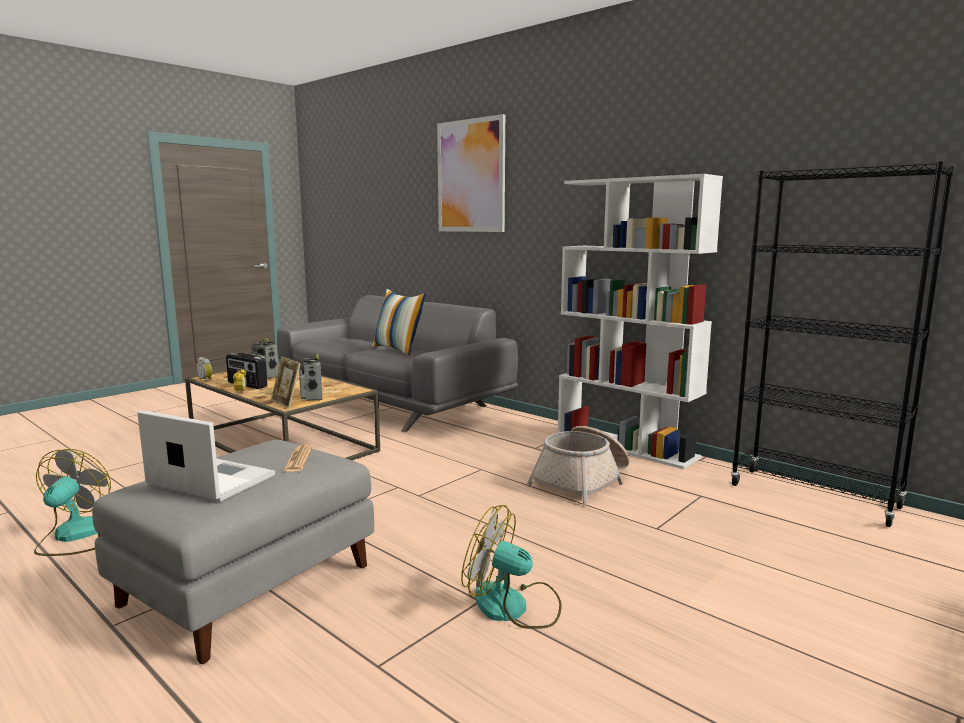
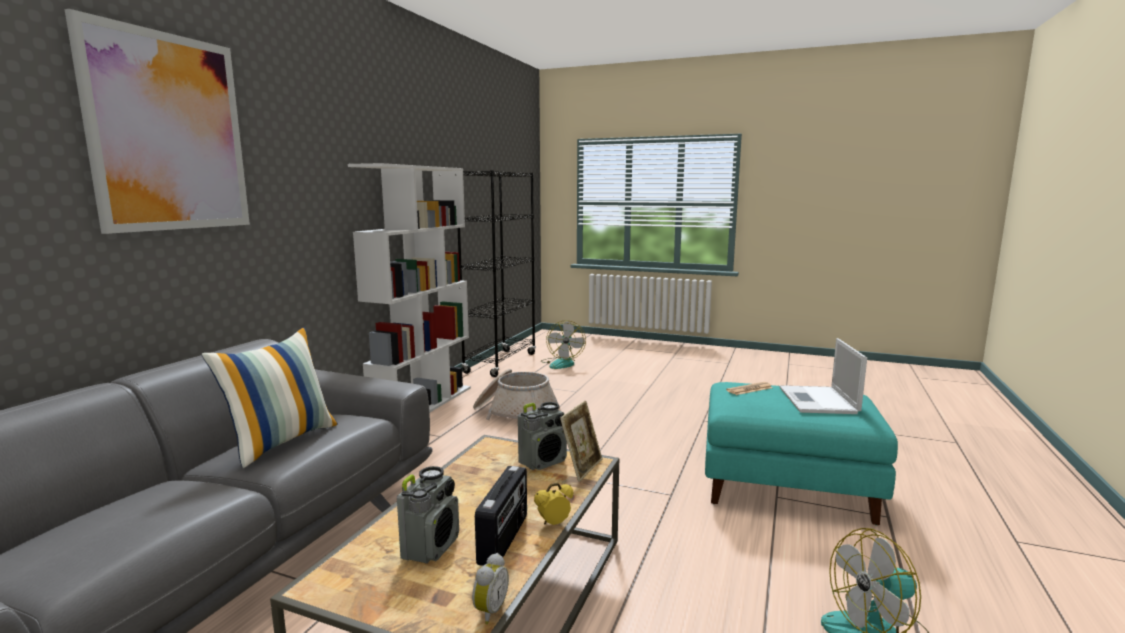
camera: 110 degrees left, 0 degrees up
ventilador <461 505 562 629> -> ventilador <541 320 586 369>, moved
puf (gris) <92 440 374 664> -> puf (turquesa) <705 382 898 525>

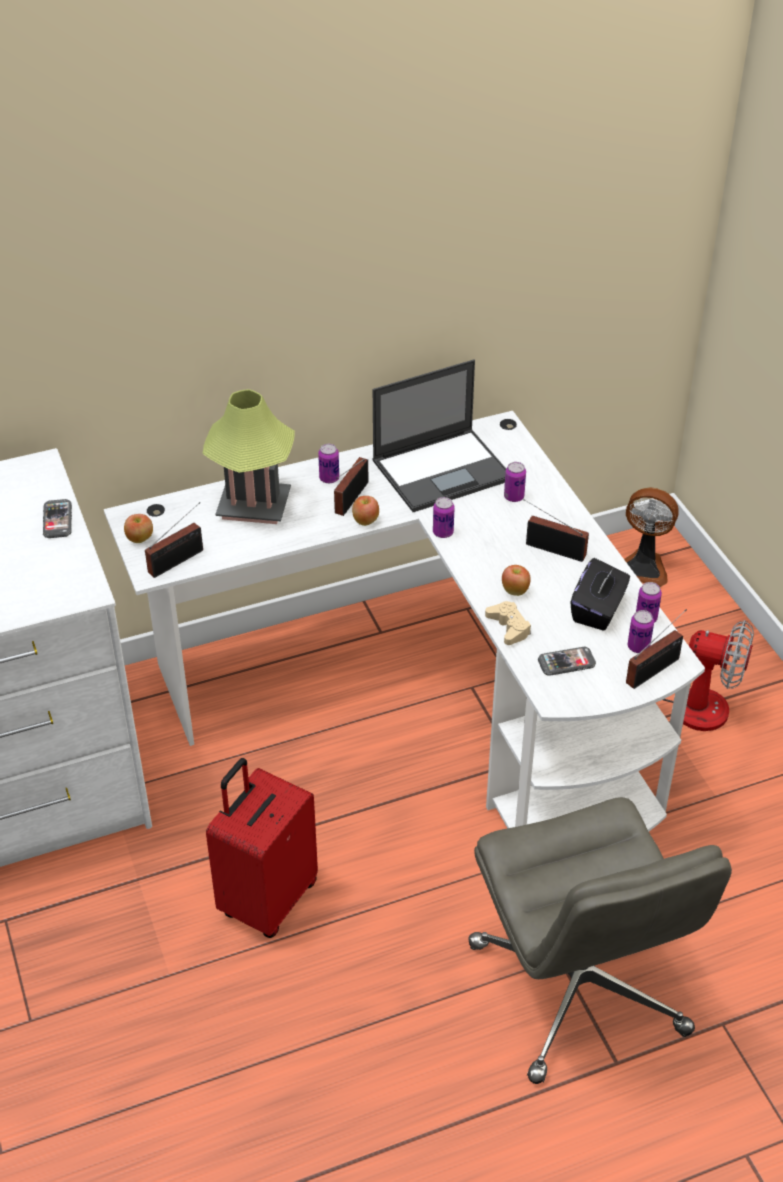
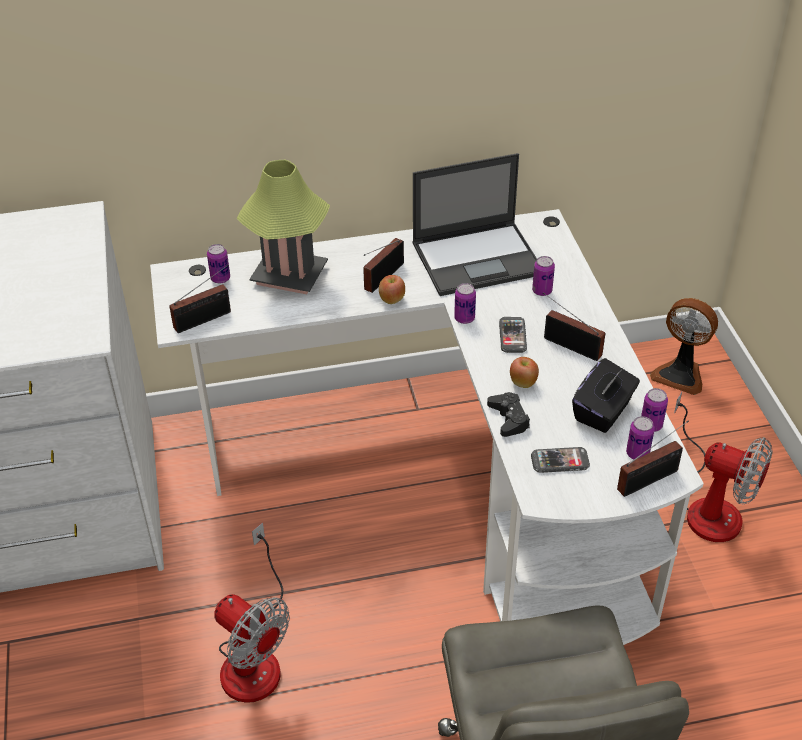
camera: 10 degrees right, 0 degrees up
manzana <124 514 153 543> -> none
móvil <43 499 72 538> -> móvil <499 317 527 353>, moved
lata <318 444 339 483> -> lata <207 244 230 283>, moved
maleta (rojo) <206 758 318 938> -> ventilador <214 522 290 703>
mando de consola (beis) <485 601 531 645> -> mando de consola (negro) <487 392 530 437>

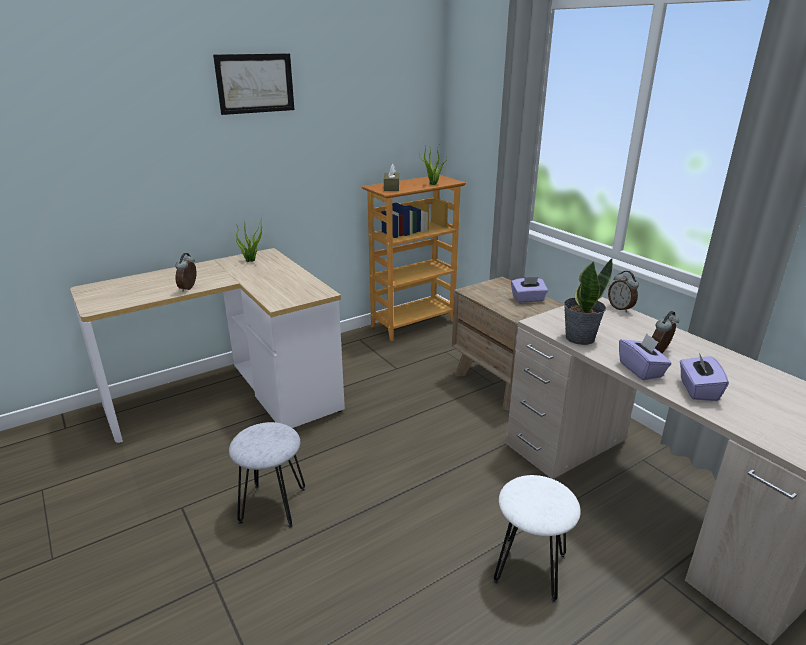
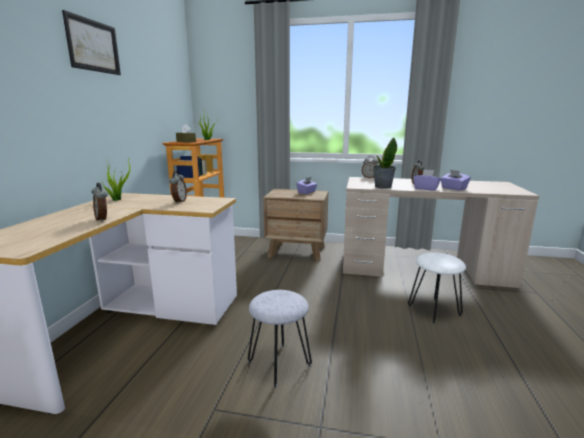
camera: 45 degrees left, 10 degrees down
none -> despertador <169 171 187 204>

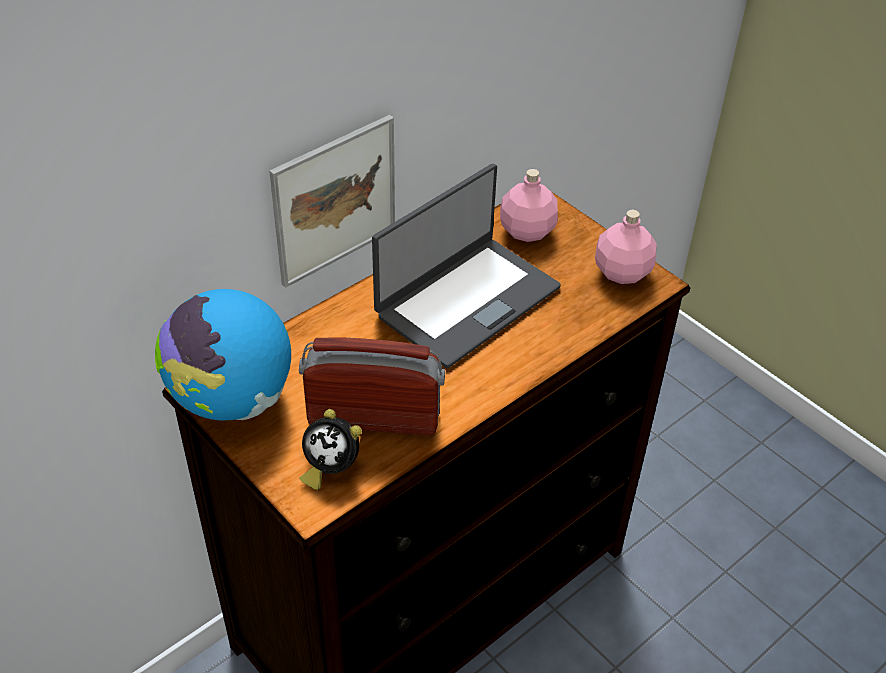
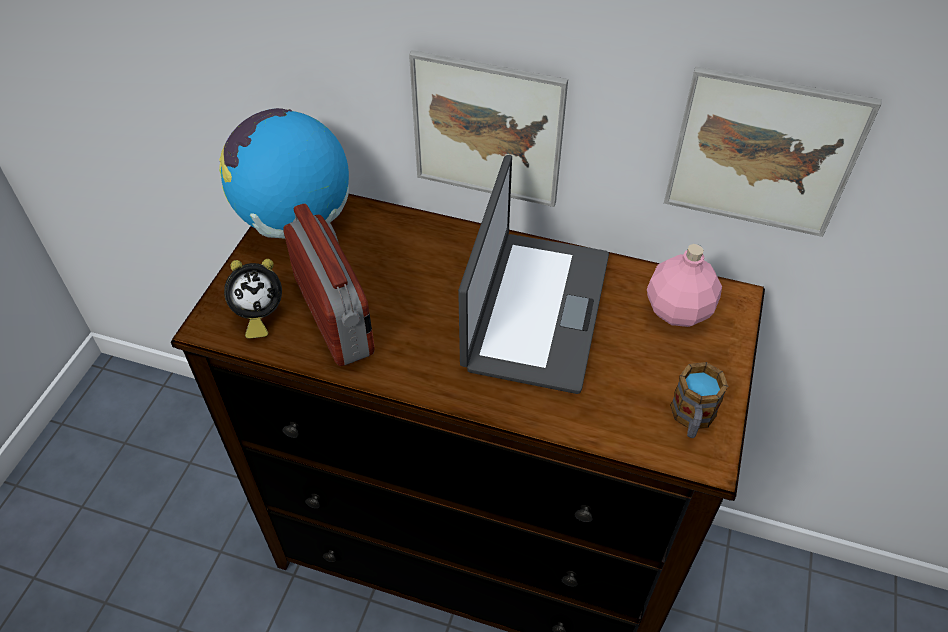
camera: 60 degrees right, 5 degrees up
none -> cuadro <664 67 881 237>
botella (rosa) <595 210 657 284> -> taza grande <670 362 728 438>
despertador <299 409 362 490> -> despertador <224 259 282 339>, 105 degrees counterclockwise
portátil <372 164 561 368> -> portátil <458 155 609 394>, 90 degrees counterclockwise

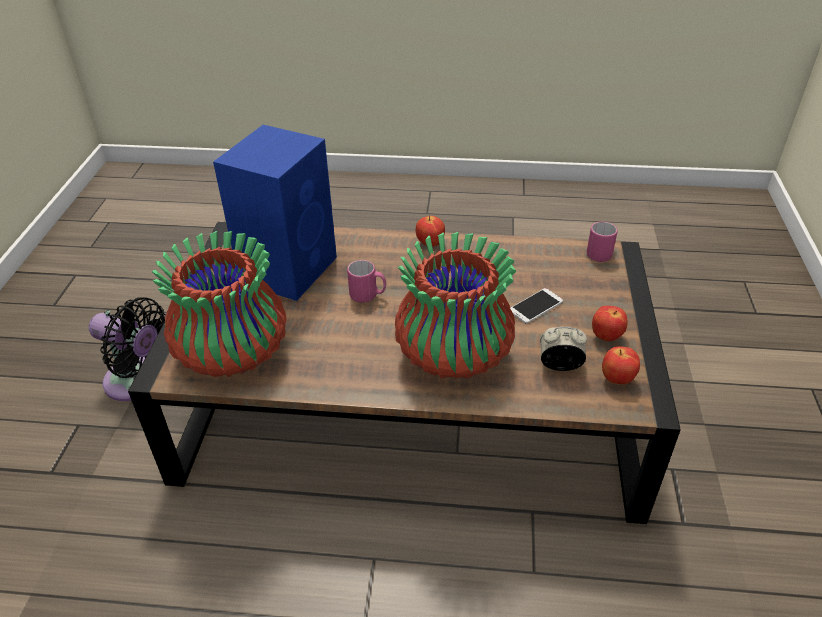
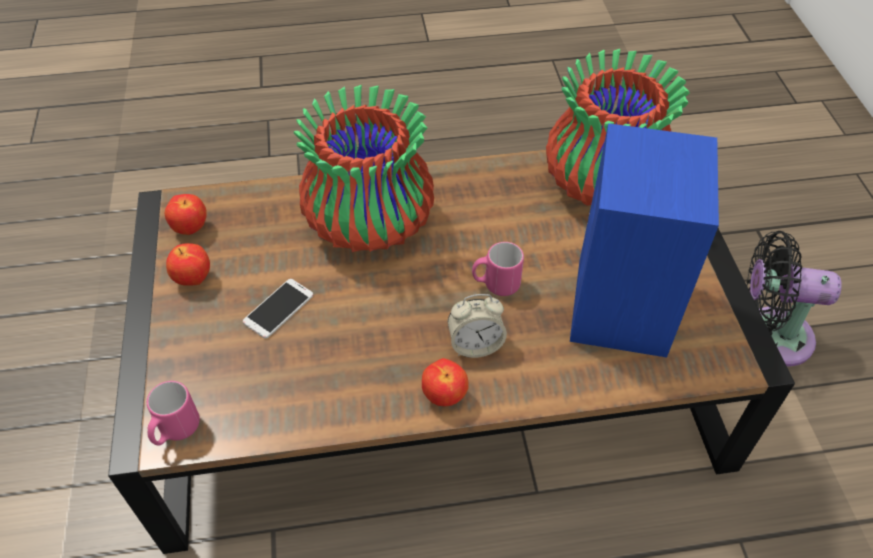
camera: 165 degrees right, 10 degrees up
despertador <540 327 587 371> -> despertador <448 294 507 358>, moved

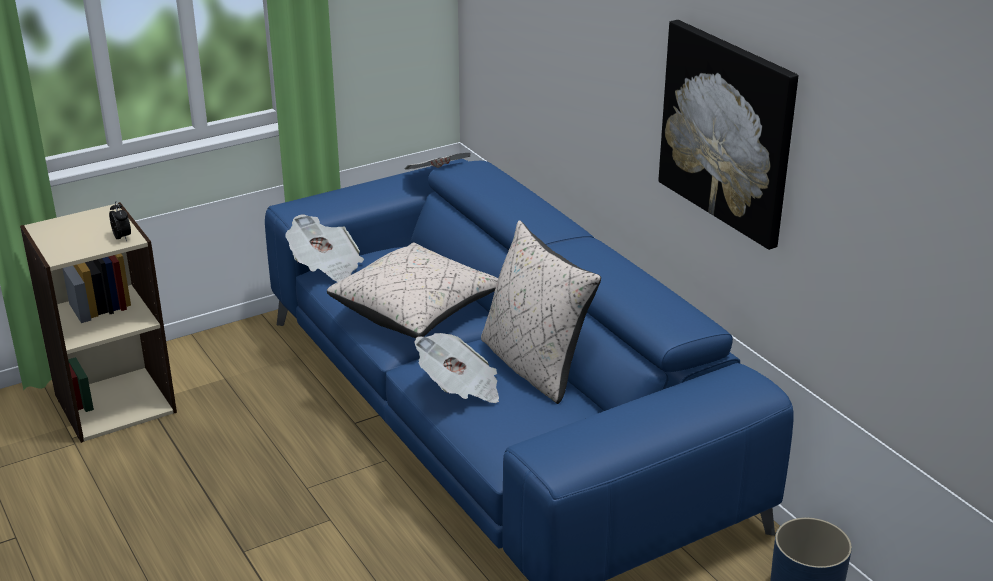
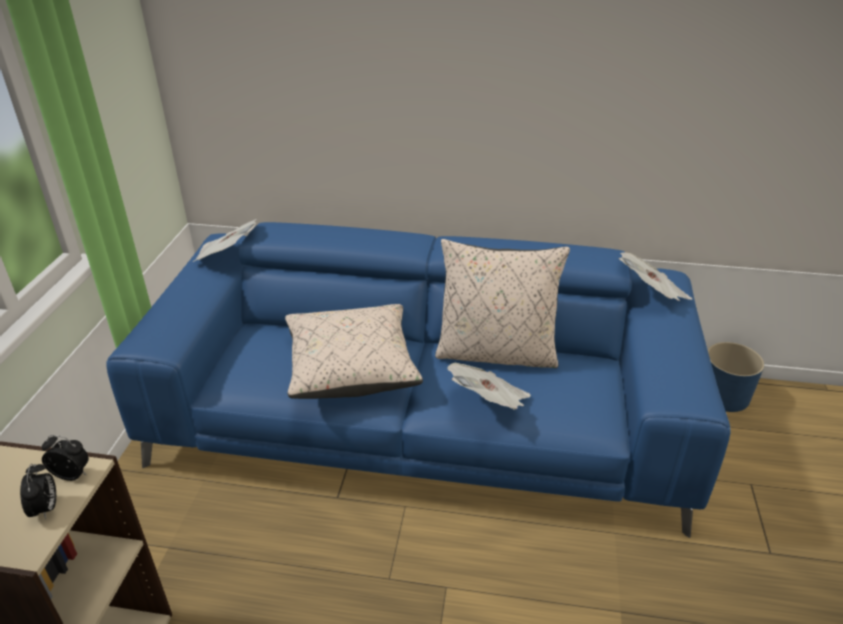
camera: 50 degrees left, 5 degrees up
cuadro <659 20 798 250> -> none
none -> despertador <20 464 56 520>
periódico <285 214 364 282> -> periódico <619 252 692 301>, moved

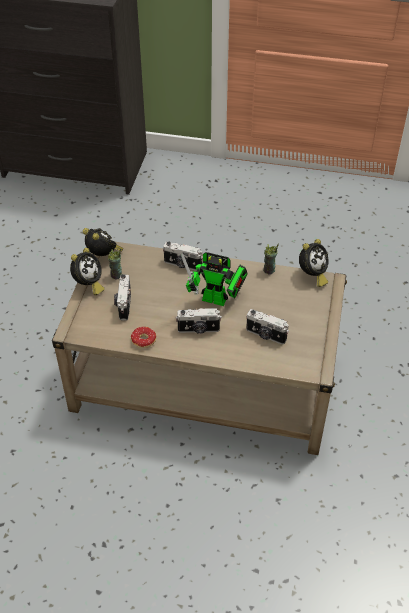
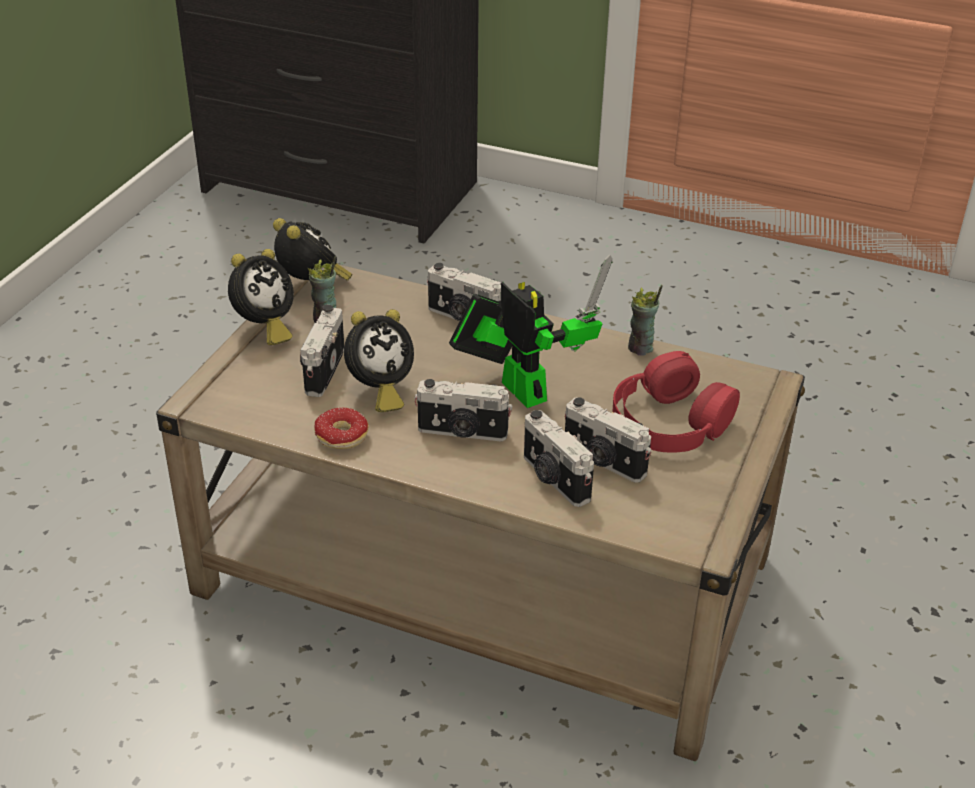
camera: 10 degrees right, 10 degrees down
none -> cámara <524 410 594 507>
none -> auriculares (rojo) <612 351 740 453>
despertador <299 239 328 287> -> despertador <344 309 414 412>, moved
robot de juguete <181 252 248 306> -> robot de juguete <449 254 613 408>, 150 degrees counterclockwise

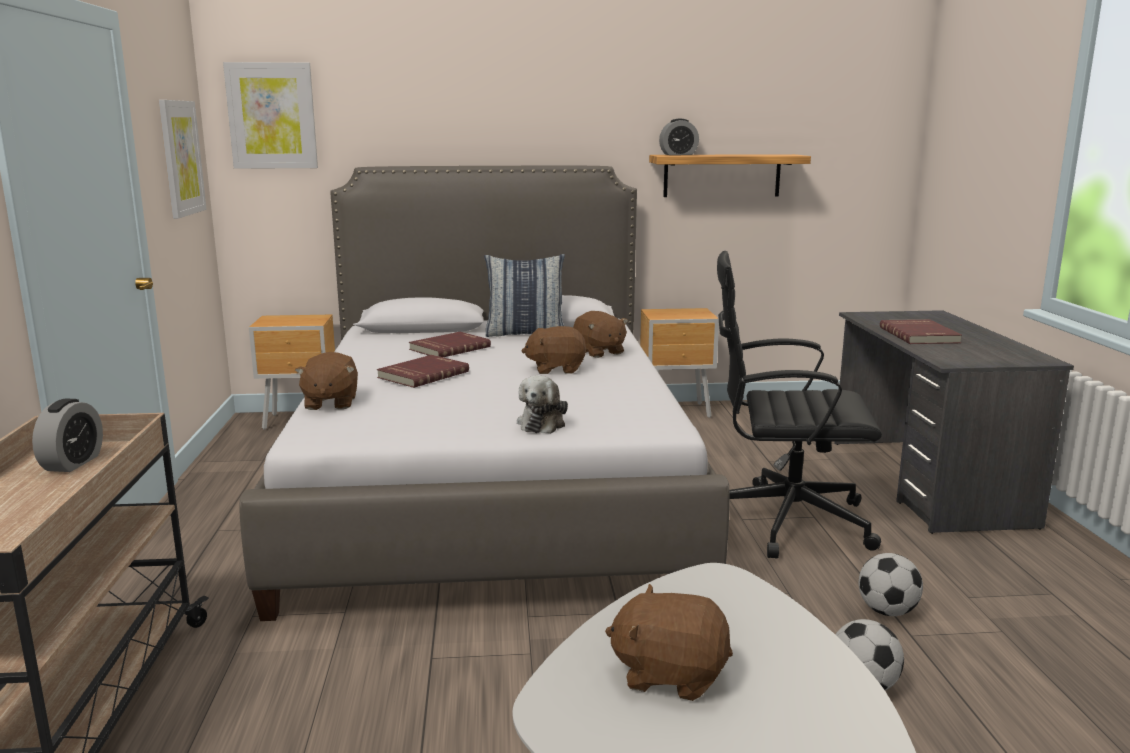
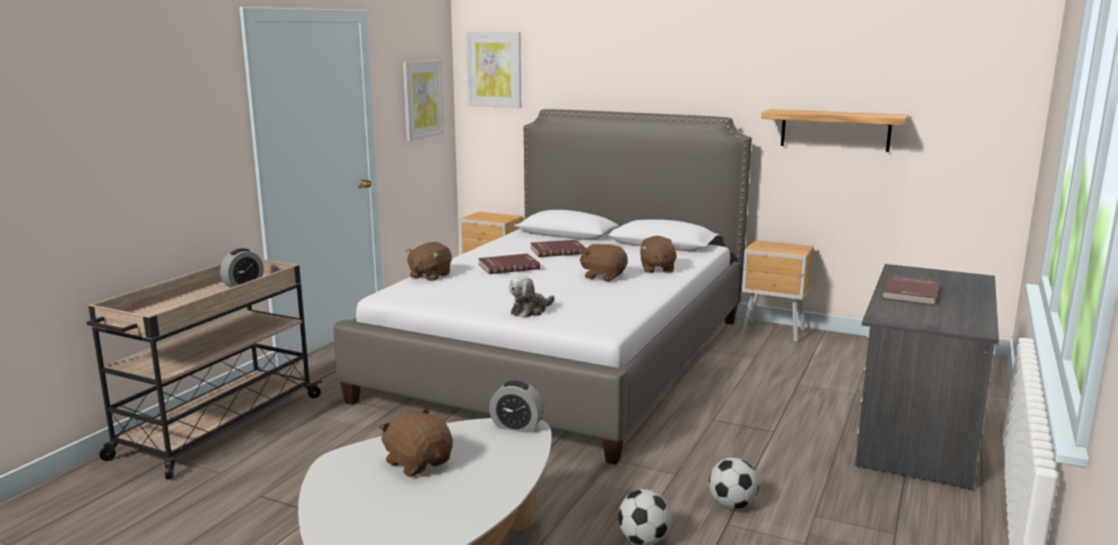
camera: 30 degrees right, 0 degrees up
cojín <484 254 565 337> -> none
silla de oficina (negro) <717 251 882 558> -> none
despertador <659 119 699 155> -> despertador <489 381 544 433>, moved

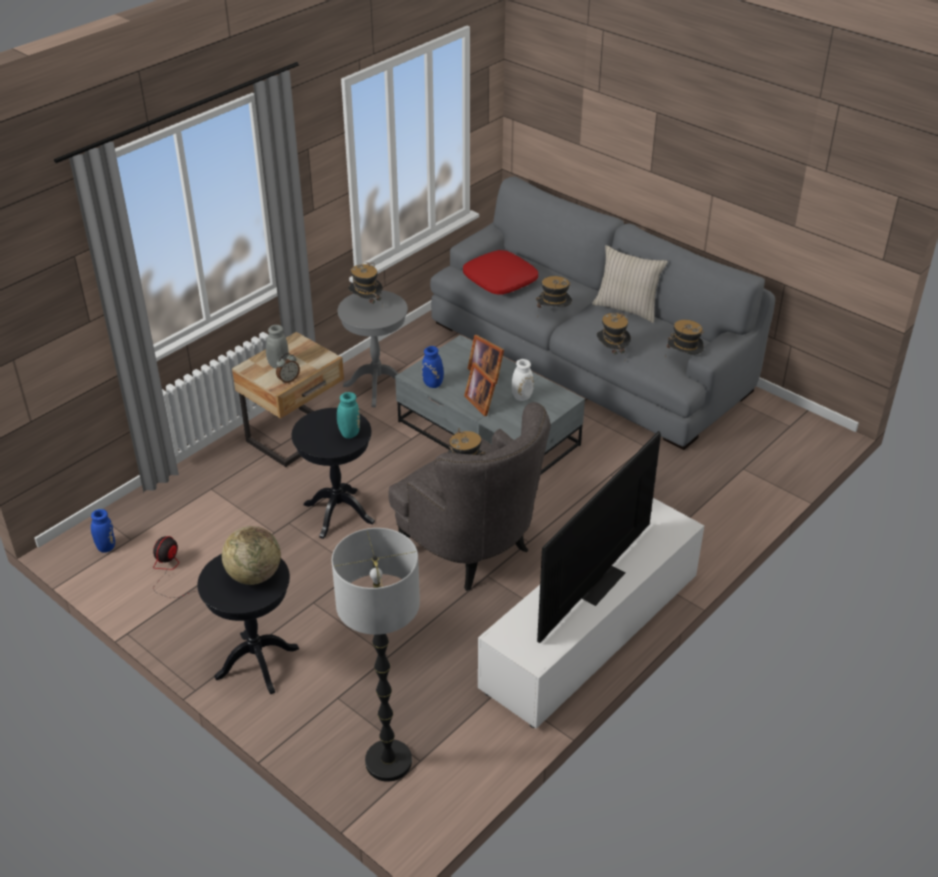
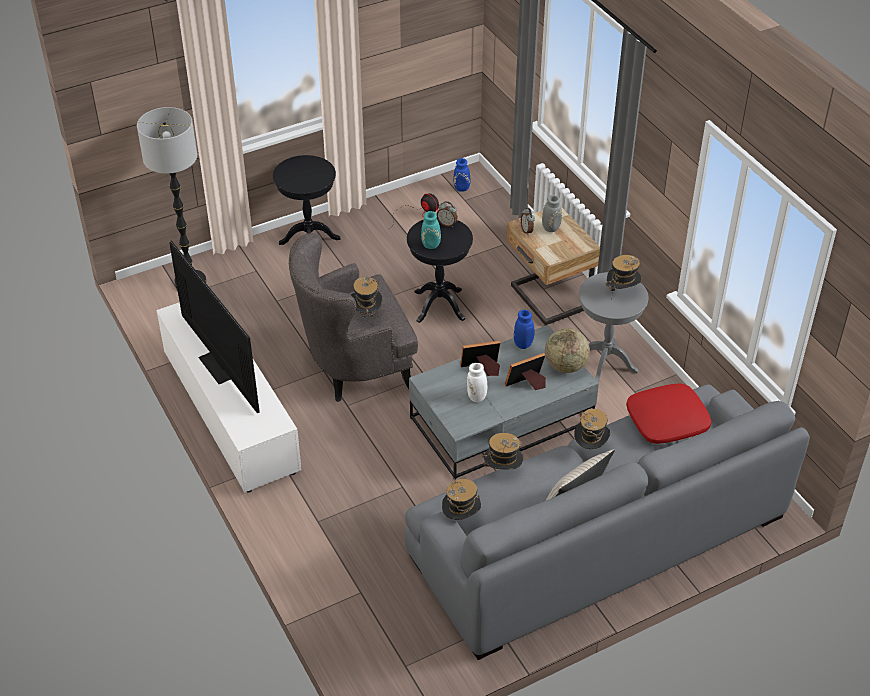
camera: 110 degrees right, 5 degrees up
none -> despertador <437 201 458 227>
globo terráqueo <222 526 281 585> -> globo terráqueo <545 328 590 373>, moved

